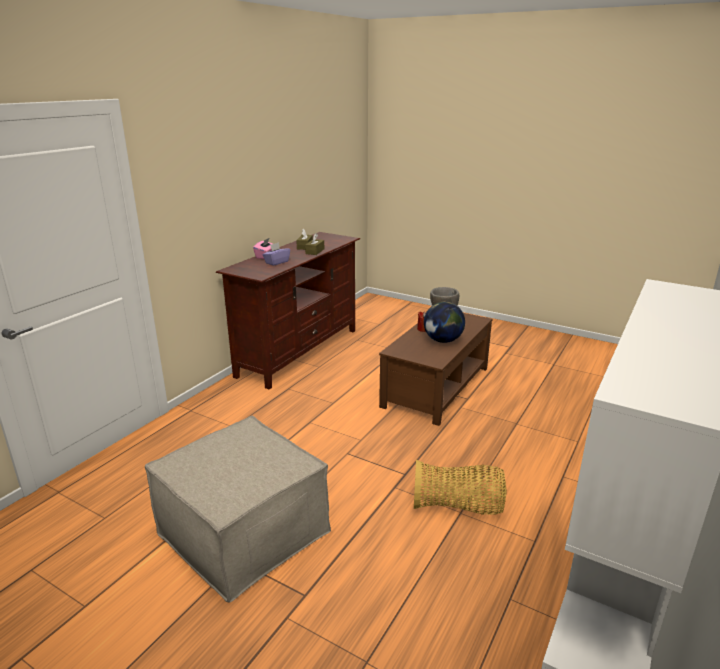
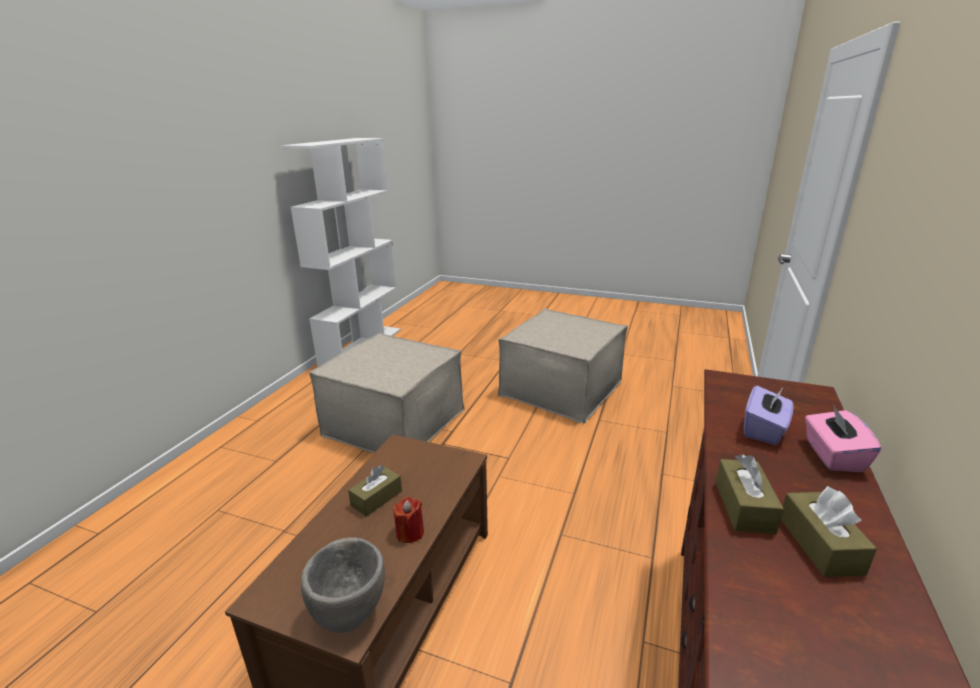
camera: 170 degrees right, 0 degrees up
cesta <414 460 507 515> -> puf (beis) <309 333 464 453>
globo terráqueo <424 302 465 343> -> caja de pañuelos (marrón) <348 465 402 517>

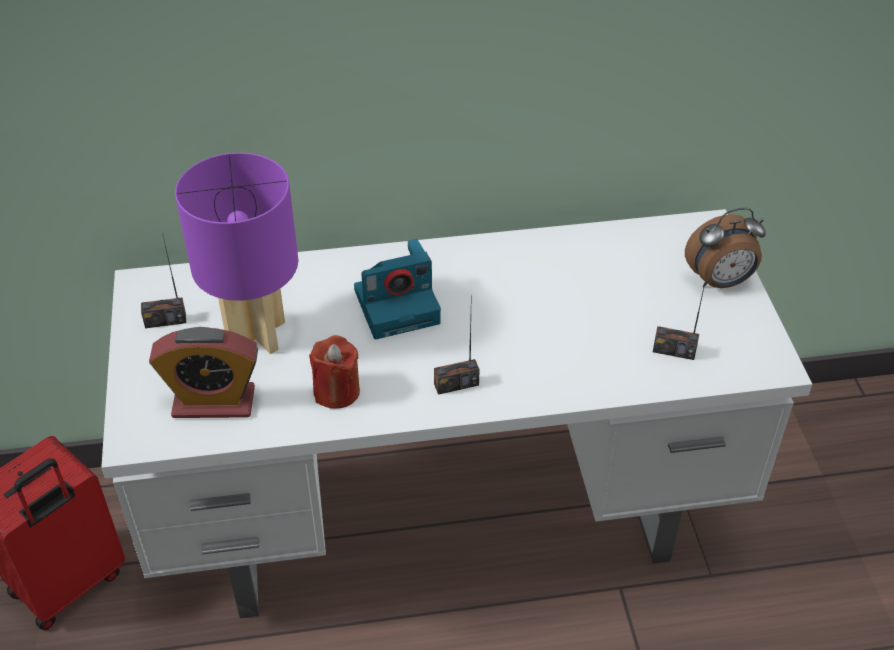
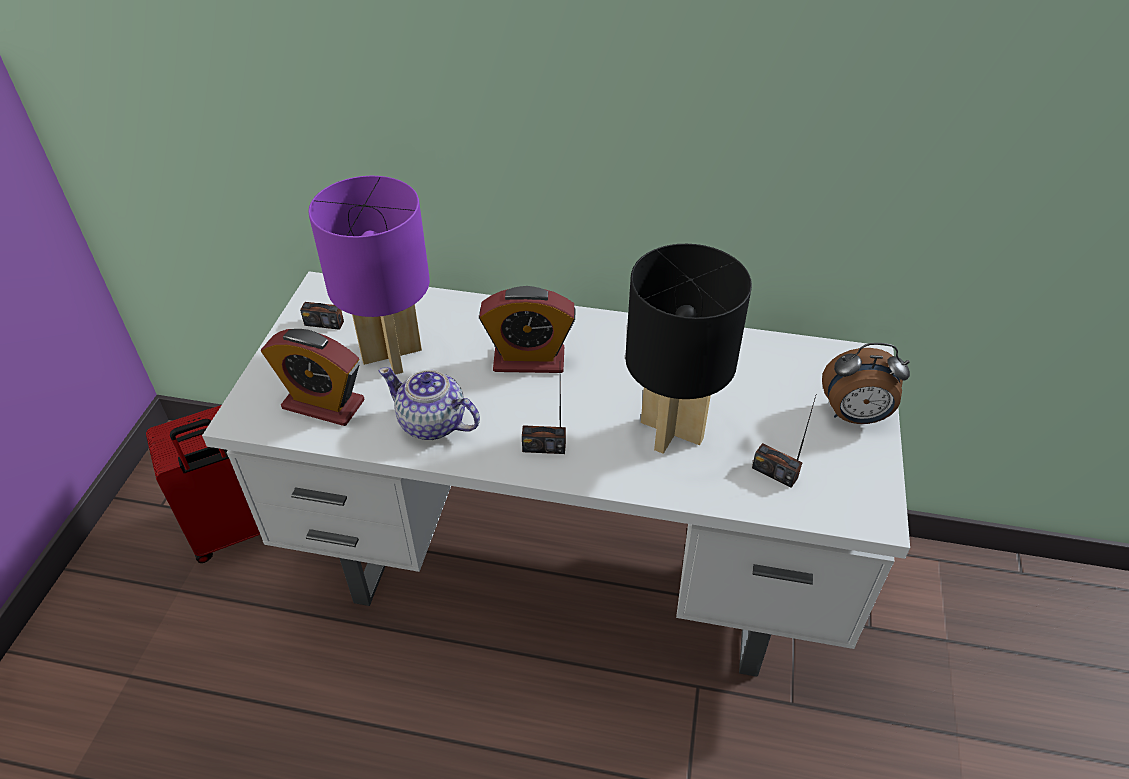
camera: 20 degrees right, 0 degrees up
none -> lámpara de mesa (negro) <625 244 752 454>
vela (rojo) <309 335 360 409> -> tetera <379 367 480 440>
cámara <354 239 441 339> -> despertador <479 286 575 373>

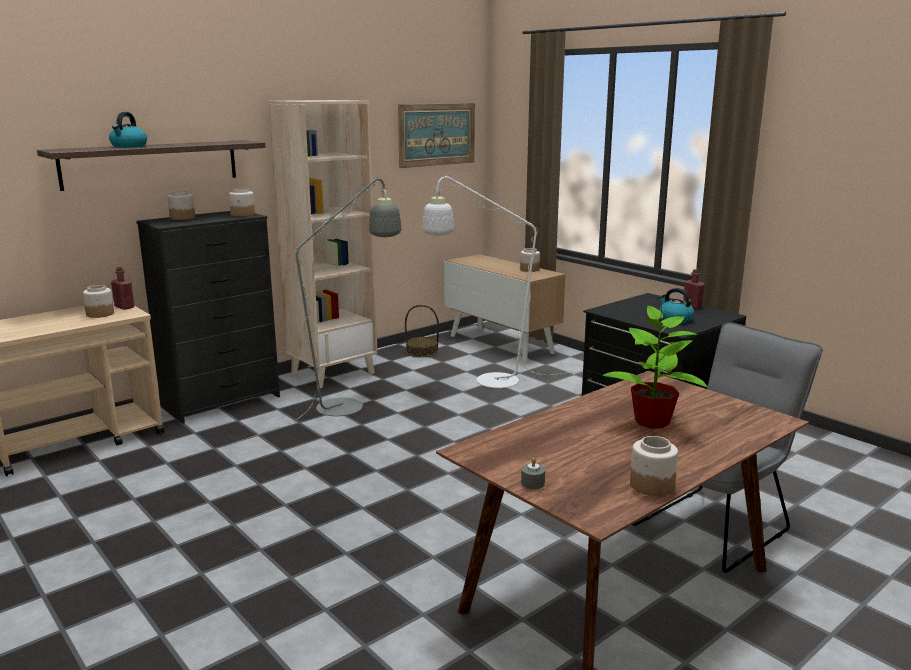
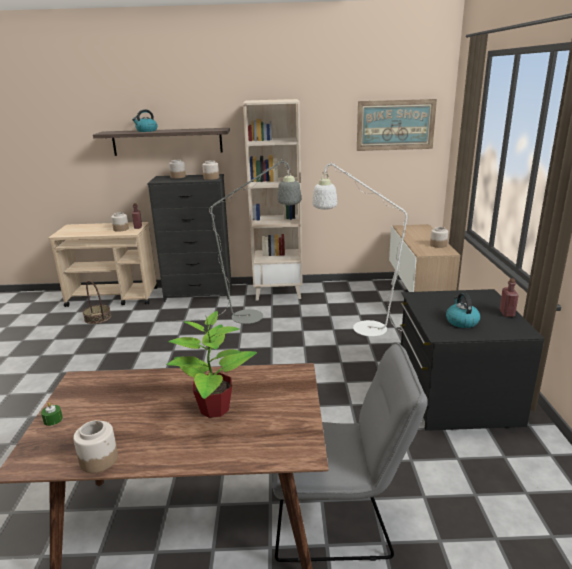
camera: 40 degrees right, 5 degrees up
cesta <405 305 439 357> -> cesta <83 281 111 324>, moved
vela (gris) <521 457 545 489> -> vela (verde) <41 402 63 426>

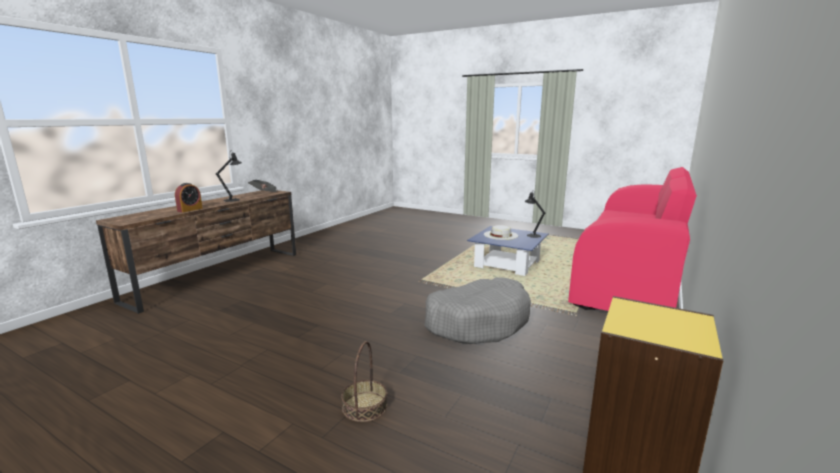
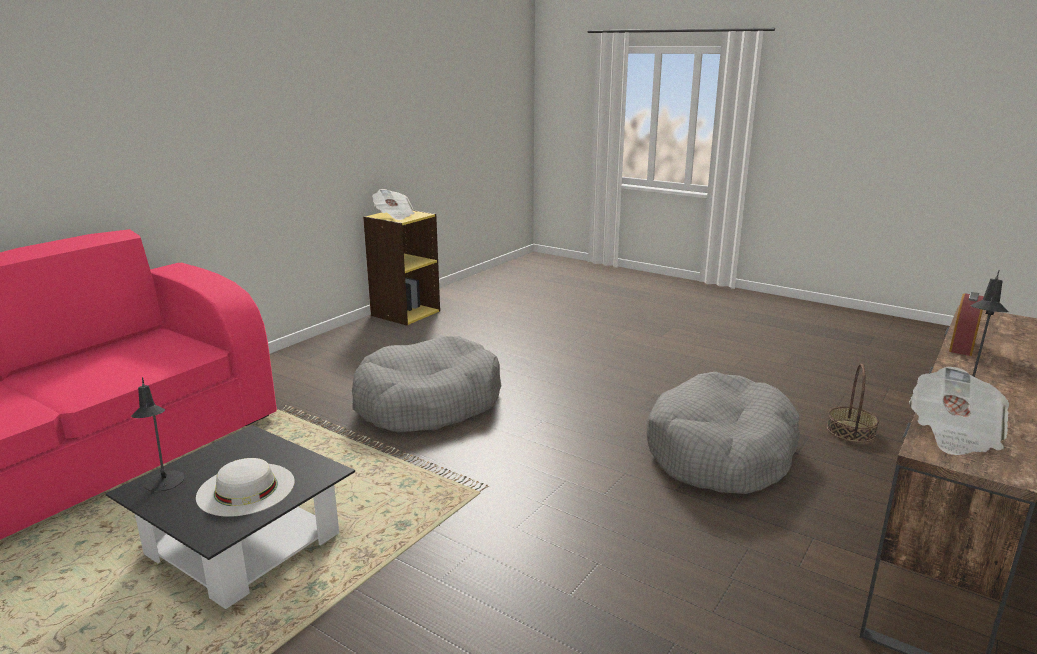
camera: 175 degrees left, 5 degrees up
none -> periódico <372 189 415 220>
none -> cama para perro (gris) <646 371 800 494>
cesta <341 341 387 422> -> cesta <826 364 879 443>, moved
mesa de centro (azul) <467 226 549 276> -> mesa de centro (negro) <105 425 355 609>

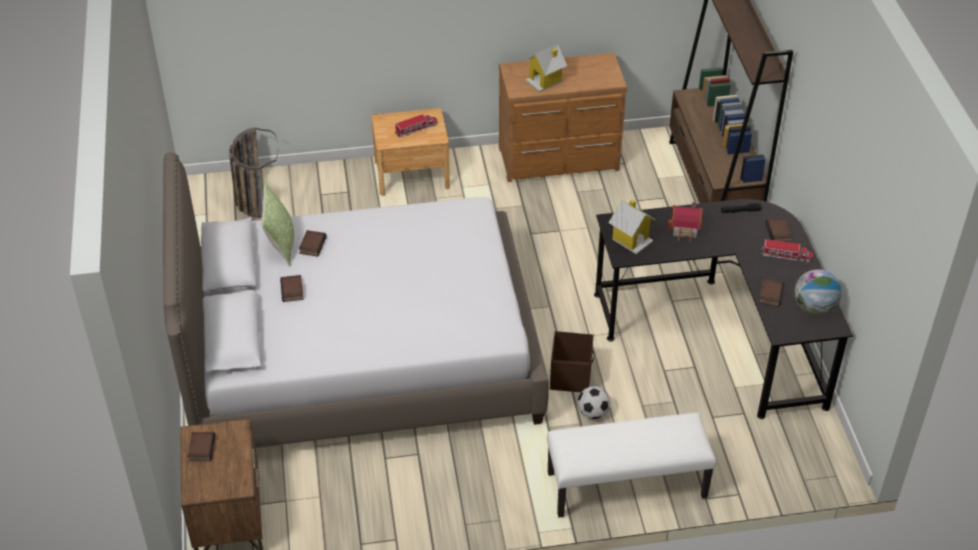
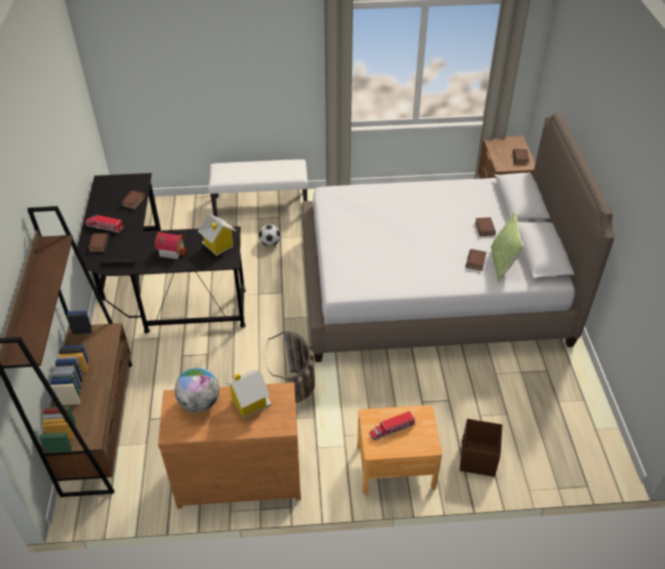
camera: 175 degrees left, 0 degrees up
cesta <229 127 278 218> -> cesta <266 331 315 403>, moved
caja de almacenaje (marrón) <550 331 594 392> -> caja de almacenaje (marrón) <460 419 502 477>, moved
globo terráqueo <794 269 842 315> -> globo terráqueo <175 368 220 412>, moved

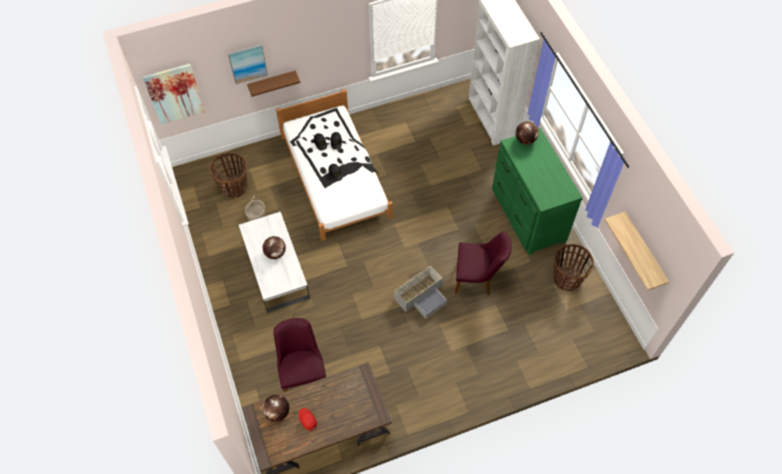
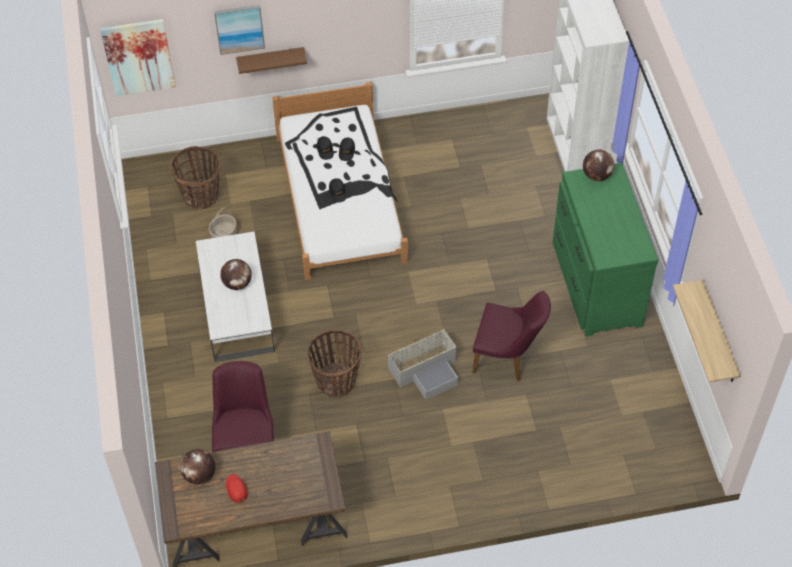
camera: 10 degrees right, 5 degrees down
cesta <553 244 594 291> -> cesta <308 330 361 397>, moved

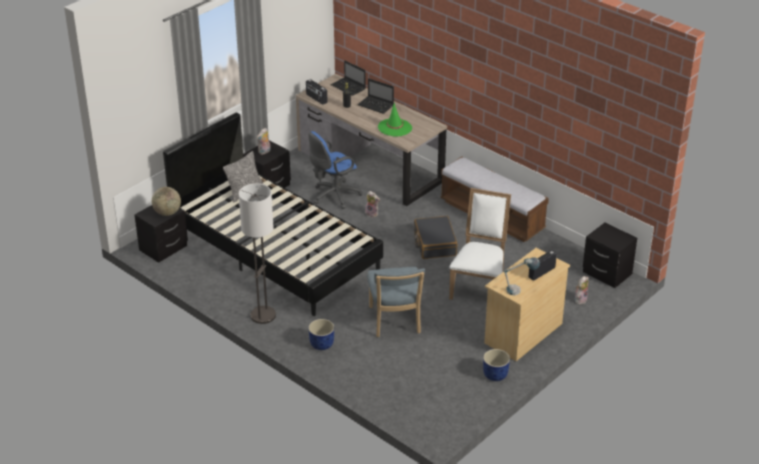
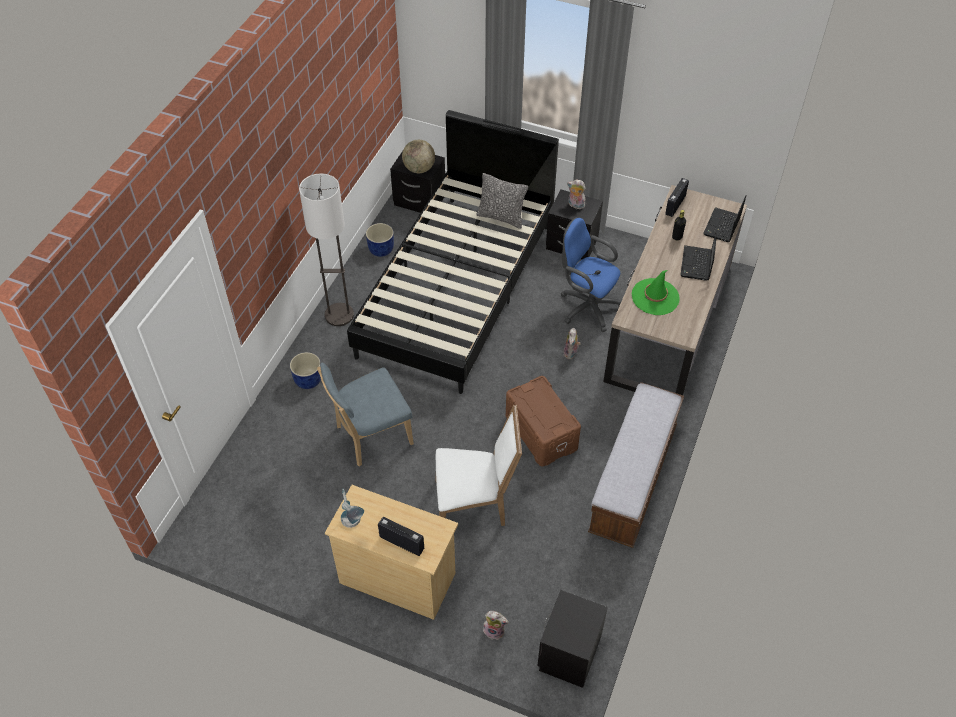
camera: 70 degrees right, 15 degrees up
maceta (azul) <483 349 510 381> -> maceta (azul) <366 223 394 257>, moved
maleta (negro) <414 216 458 259> -> caja de almacenaje (marrón) <506 376 581 467>

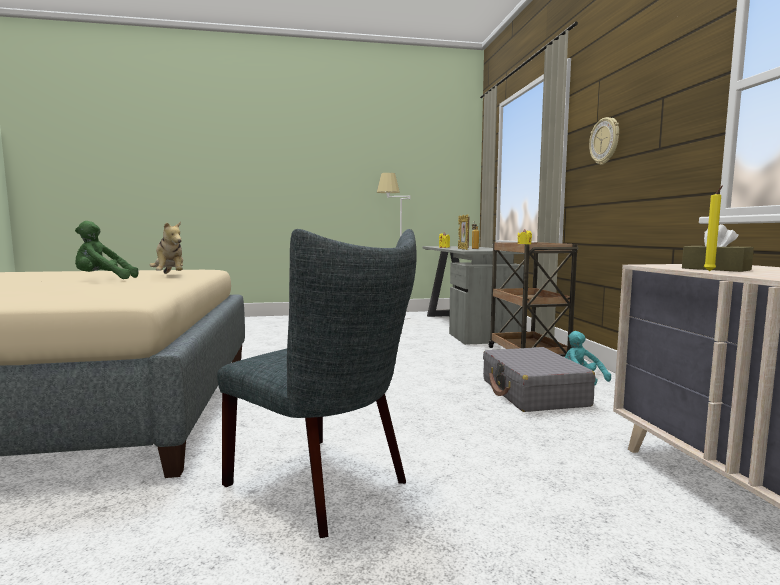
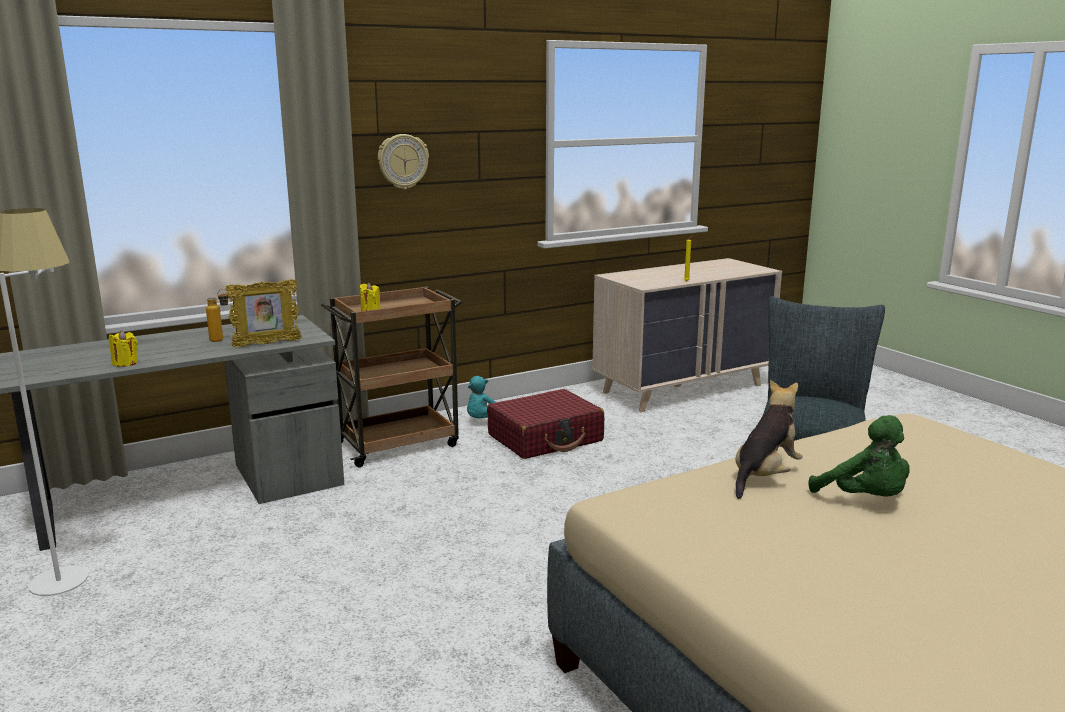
camera: 110 degrees left, 10 degrees up
caja de pañuelos (marrón) <682 224 754 272> -> none
maleta (gris) <483 347 596 412> -> maleta (rojo) <487 389 604 459>

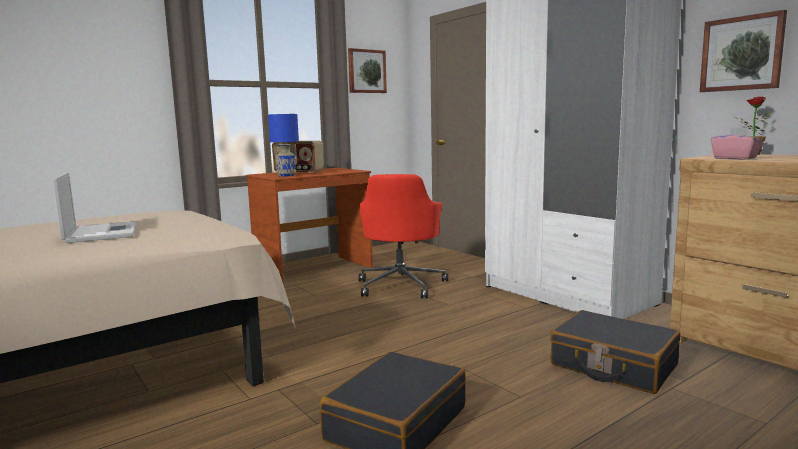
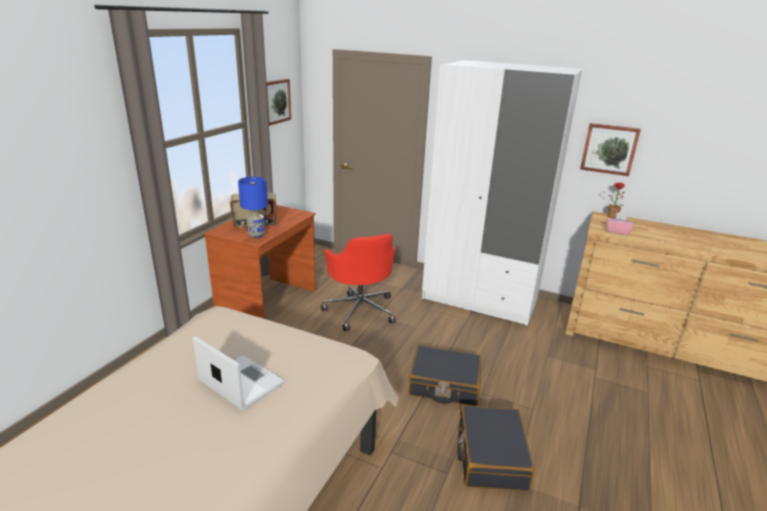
camera: 30 degrees left, 15 degrees up
maleta (negro) <550 310 680 394> -> maleta (negro) <409 346 481 406>, moved

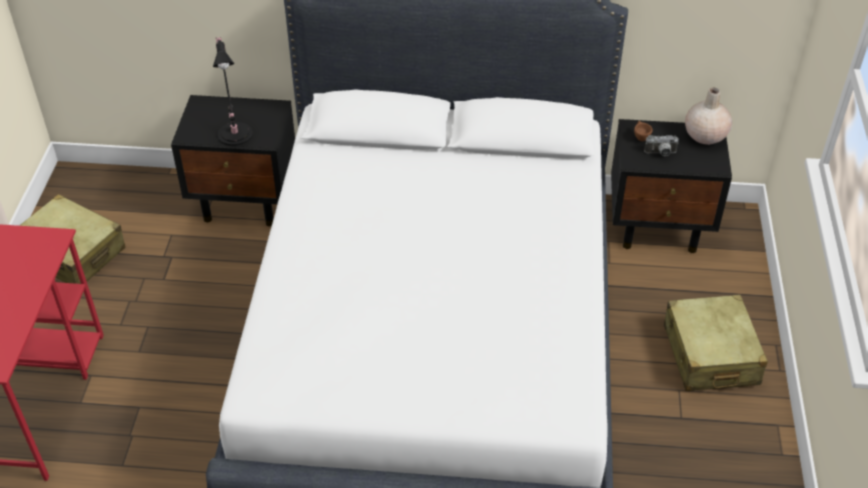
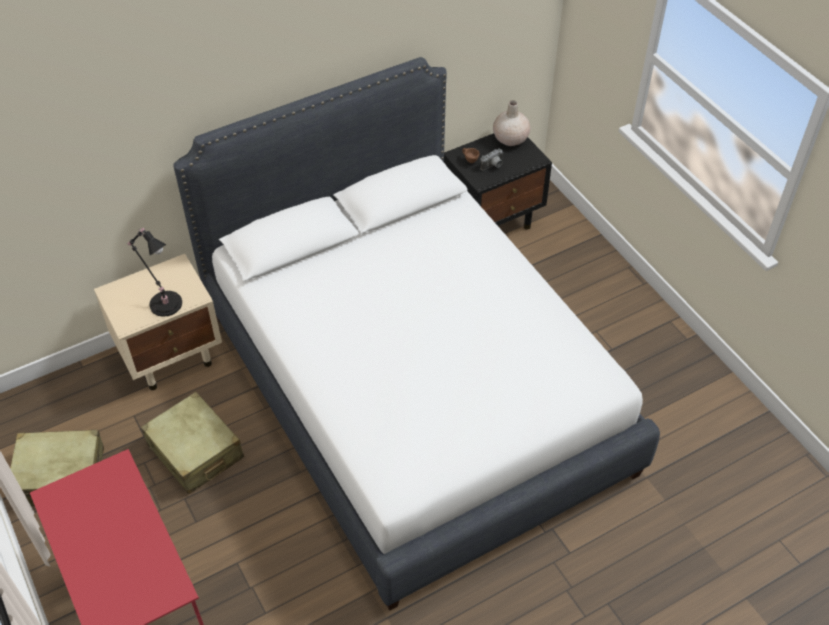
camera: 35 degrees left, 5 degrees up
maleta (beis) <664 294 768 391> -> maleta (beis) <141 392 244 494>, moved
mesita de noche (negro) <171 95 295 226> -> mesita de noche (beis) <94 254 222 390>

